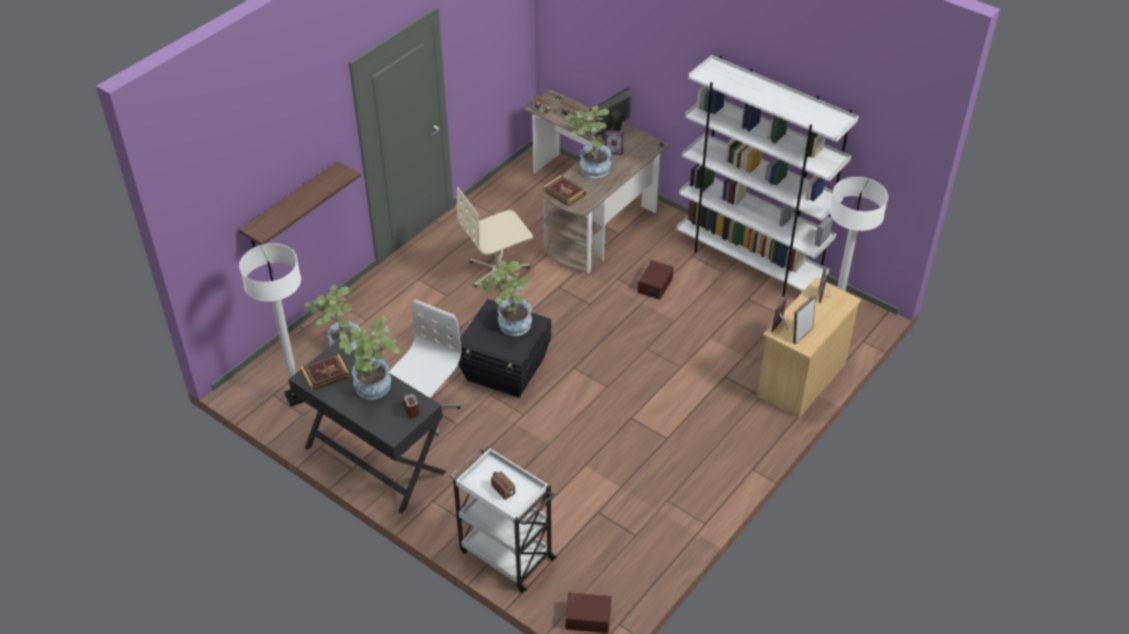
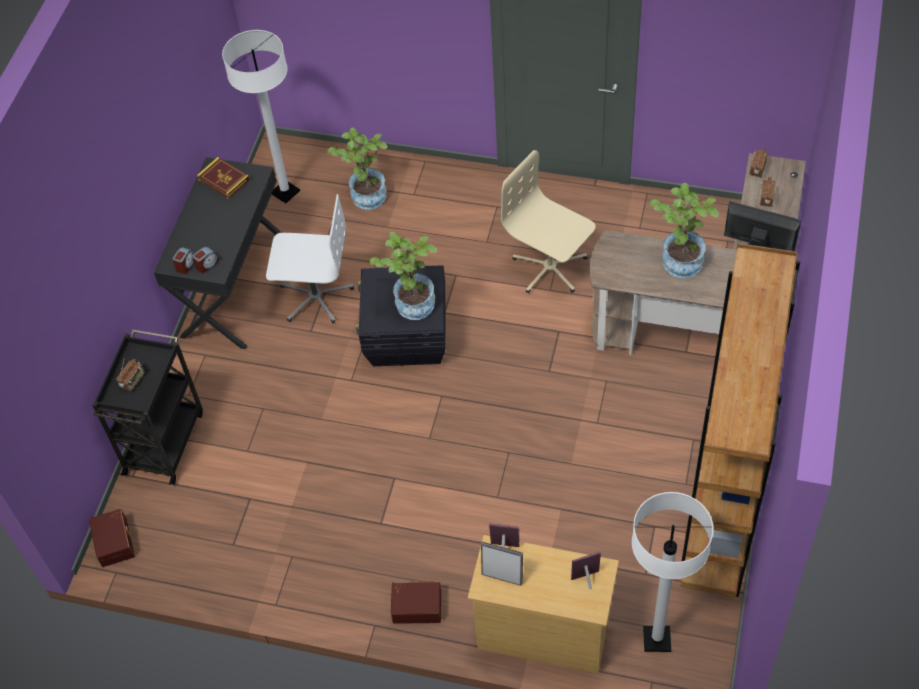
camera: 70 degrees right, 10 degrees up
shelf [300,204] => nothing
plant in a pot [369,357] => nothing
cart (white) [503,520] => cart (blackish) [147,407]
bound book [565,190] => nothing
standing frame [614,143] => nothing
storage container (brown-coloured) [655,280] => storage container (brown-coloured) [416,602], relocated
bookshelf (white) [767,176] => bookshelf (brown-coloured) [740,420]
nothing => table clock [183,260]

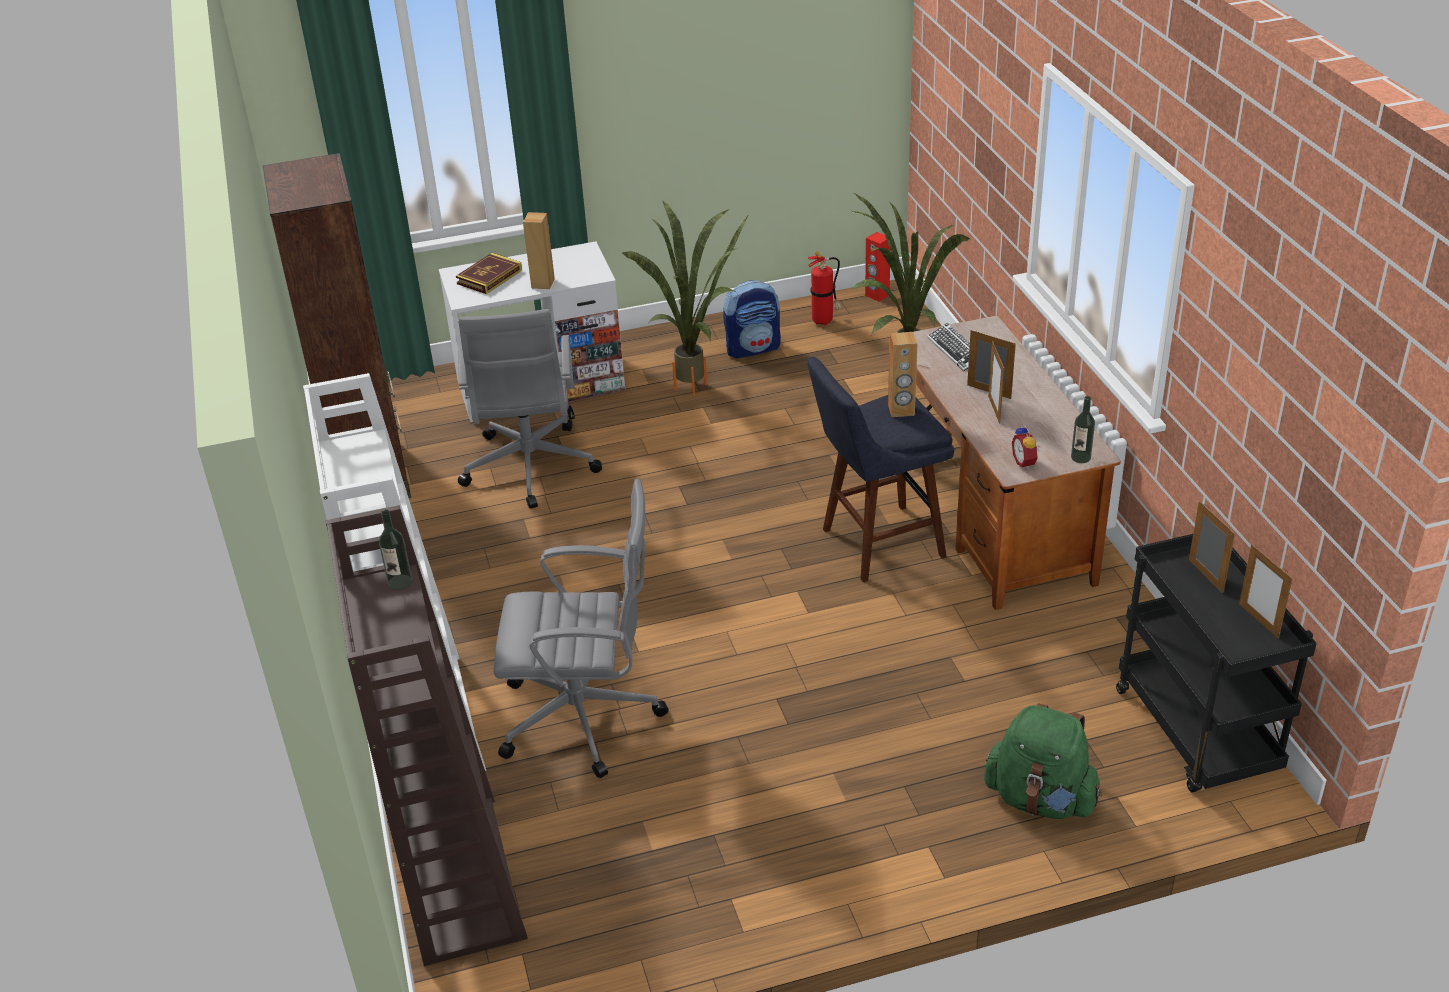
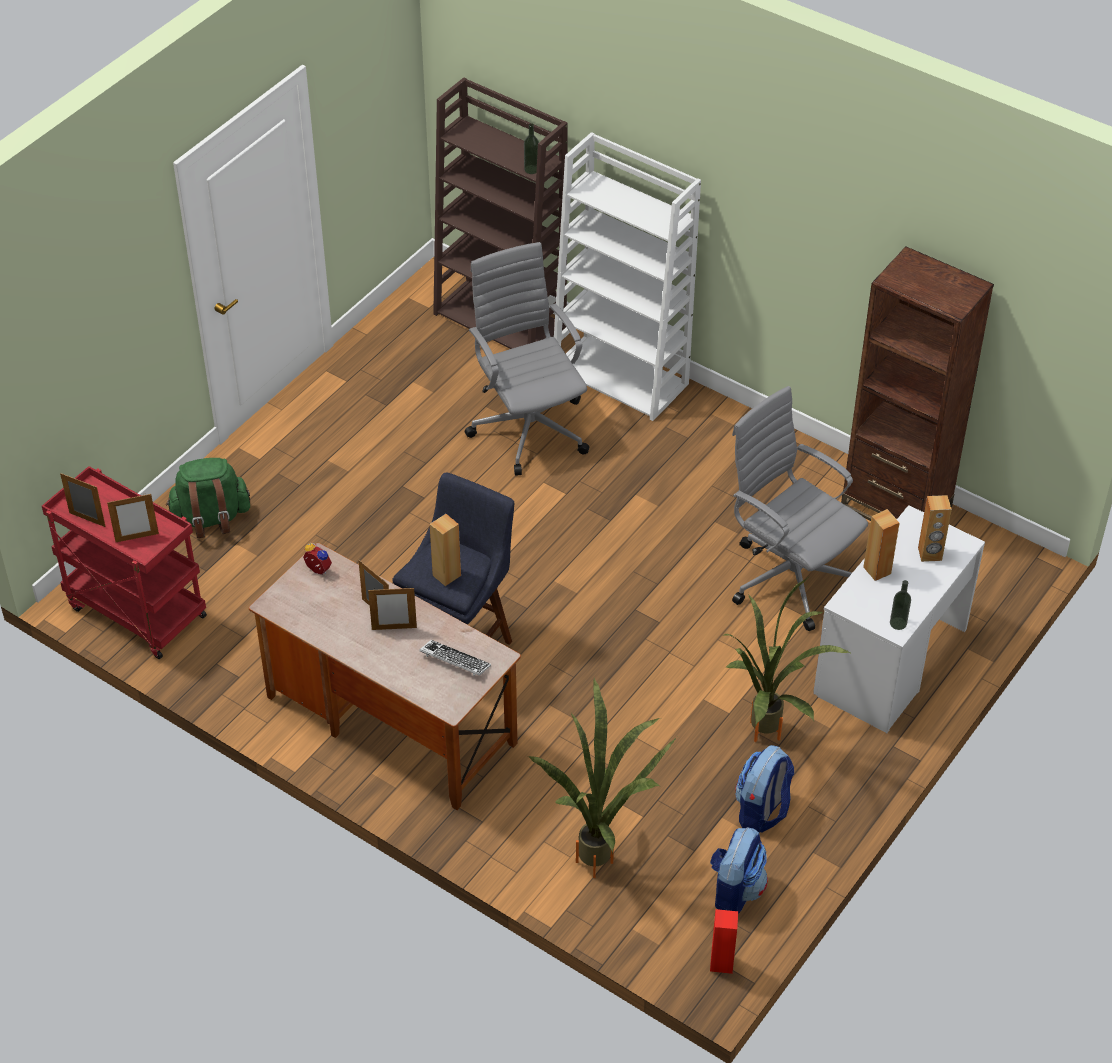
camera: 140 degrees right, 10 degrees up
bound book [489,273] => speaker (brown-coloured) [935,528]
office chair (gray) [581,628] => office chair (gray) [527,358], 105 degrees clockwise
fire-fighting cylinder [824,288] => knapsack [739,870]
drink bottle [1083,429] => drink bottle [900,605], relocated
cart (blackish) [1216,663] => cart (red-coloured) [124,562]
standing frame [1212,547] => standing frame [133,517], 45 degrees counterclockwise

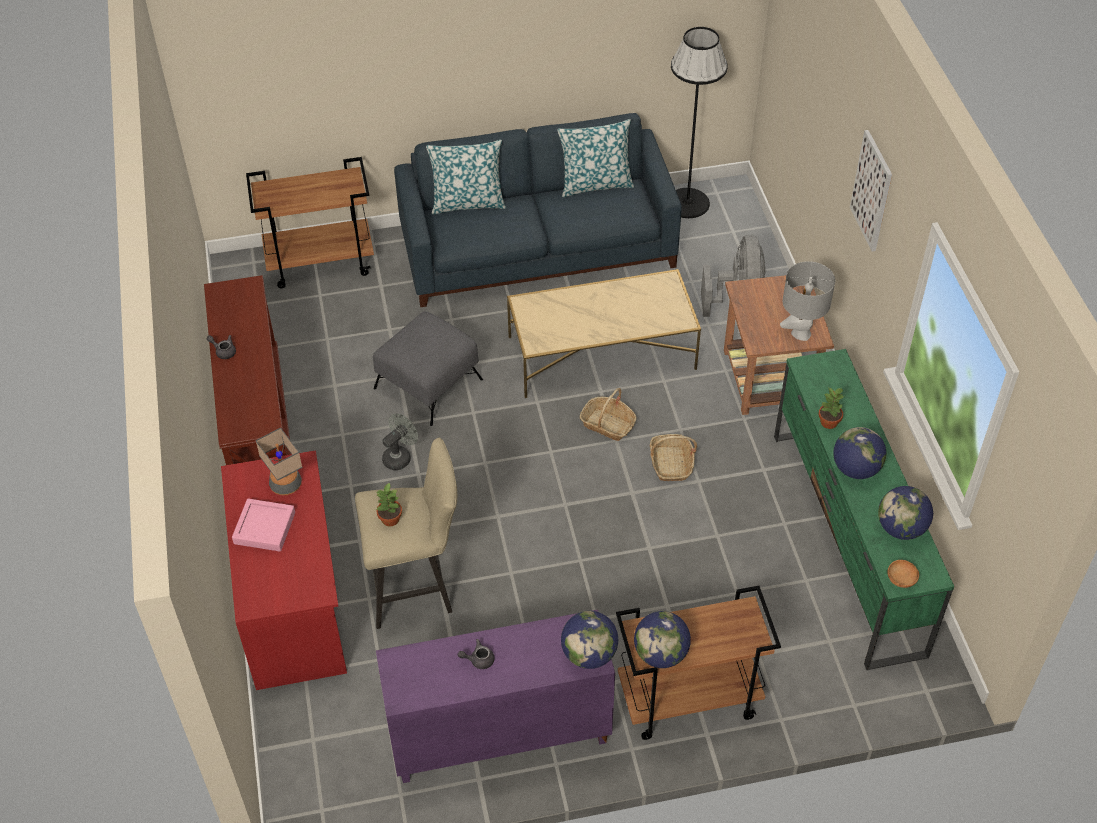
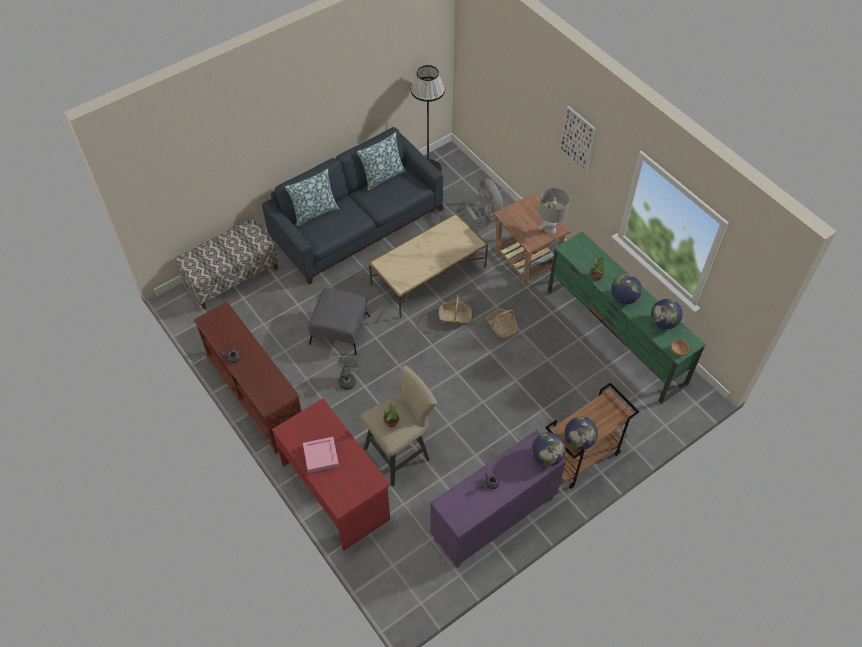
camera: 25 degrees left, 5 degrees up
cart (brown-coloured) [310,222] => indoor bench [227,263]
tabletop lamp [279,461] => nothing

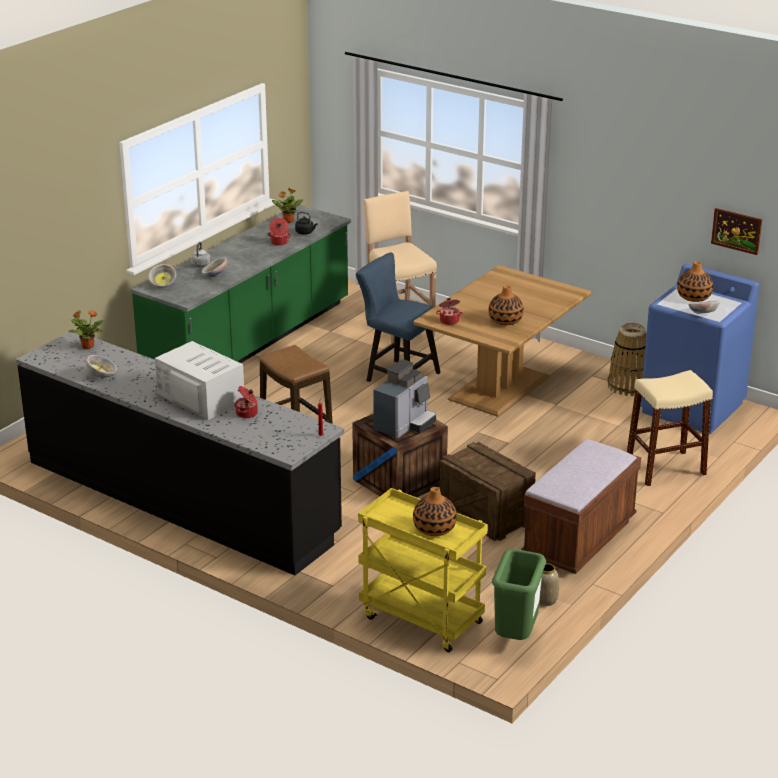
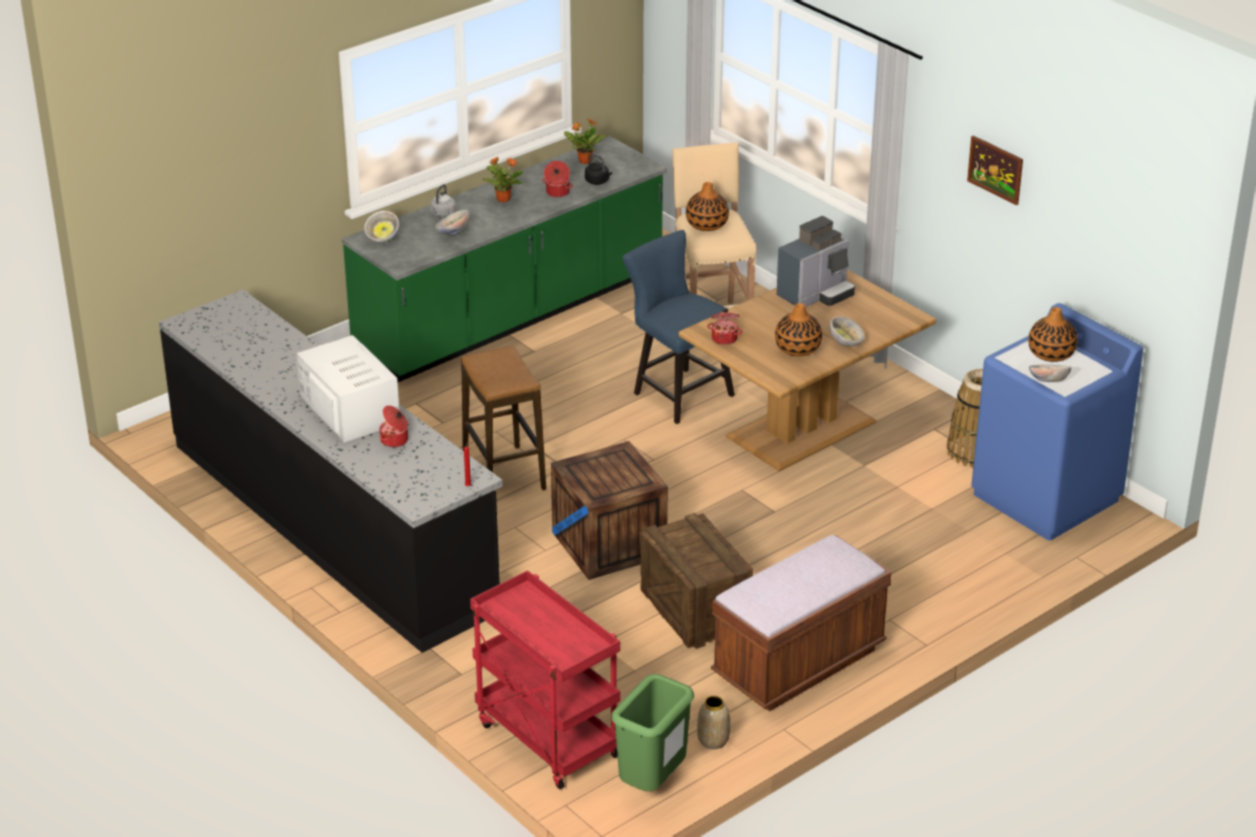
camera: 15 degrees right, 5 degrees up
plant in a pot [85,329] => plant in a pot [503,179], relocated
deep dish [101,366] => deep dish [847,331], relocated
cart (yellow) [423,570] => cart (red-coloured) [545,679]
coffee maker [404,398] => coffee maker [816,261], relocated
vase [435,511] => vase [707,206], relocated
stool (sand-coloured) [670,428] => nothing
wall art [736,231] => wall art [995,170], relocated

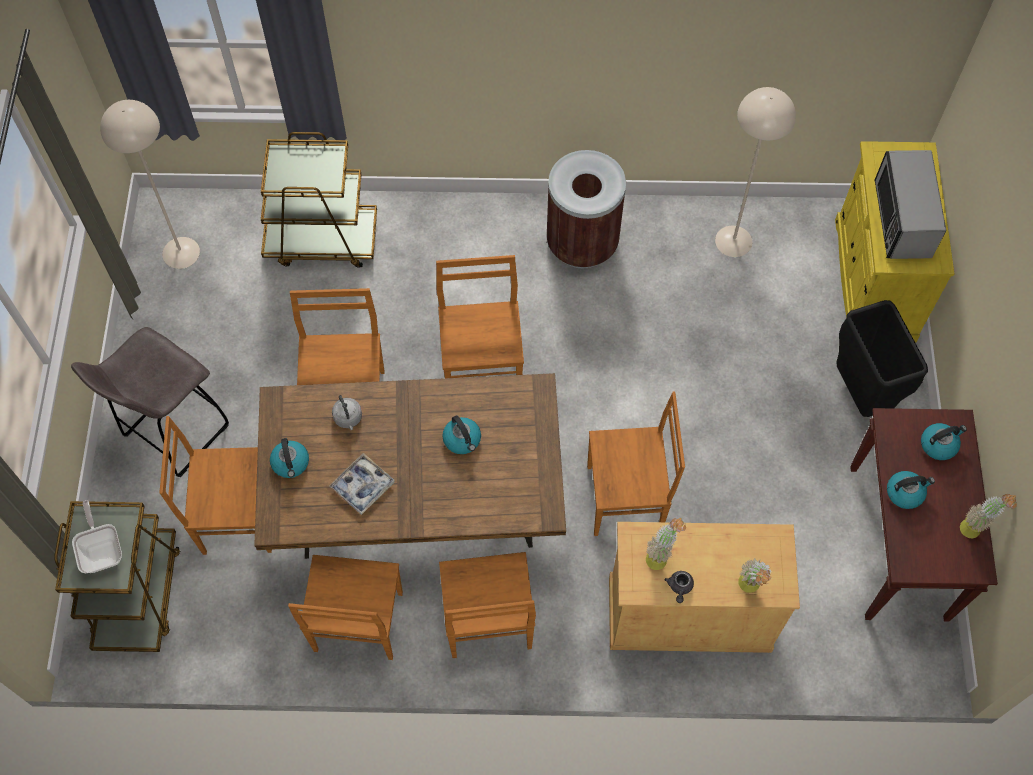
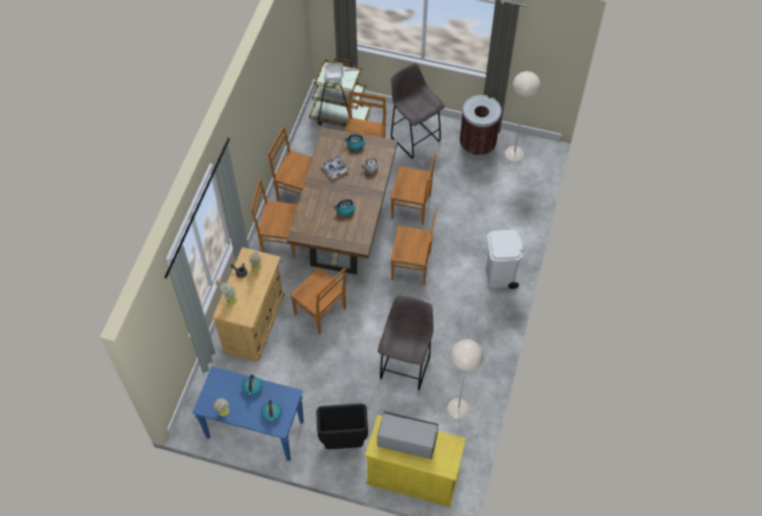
camera: 105 degrees right, 5 degrees down
cart (brown-coloured) [319,200] => nothing
rubbish bin (brown-coloured) [586,209] => rubbish bin (brown-coloured) [480,125], relocated
plain chair (brown-coloured) [636,464] => plain chair (brown-coloured) [318,300], 60 degrees counterclockwise
narrow table (brown-coloured) [924,515] => narrow table (blue-coloured) [248,413]
nothing => stool (gray) [406,343]
nothing => rubbish bin (white) [505,259]

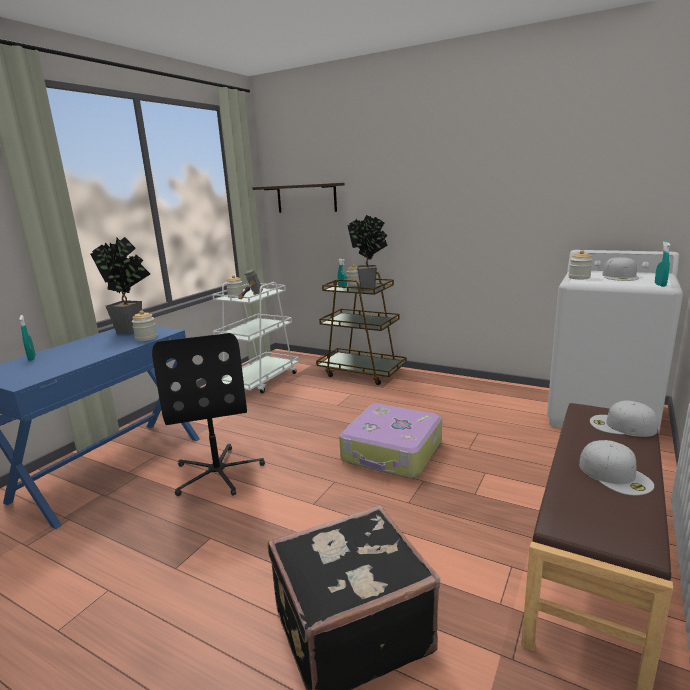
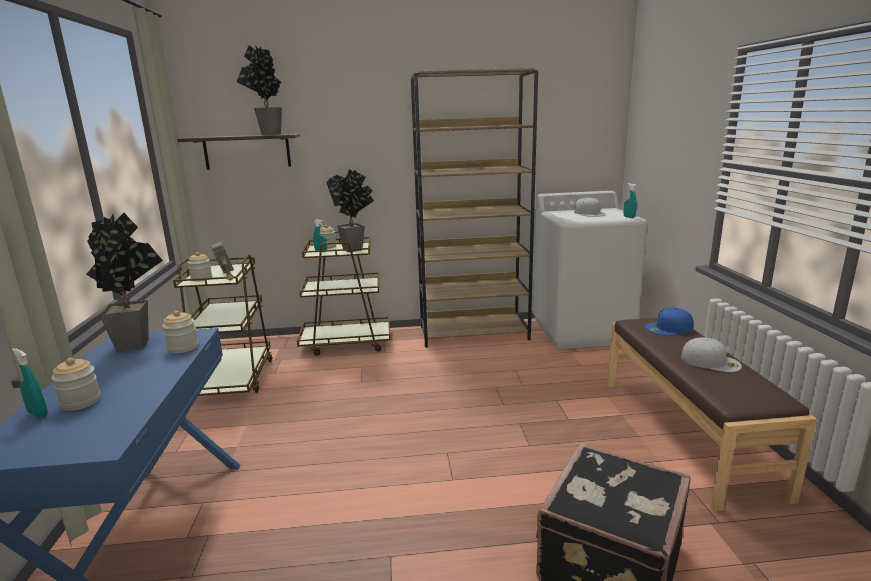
camera: 35 degrees left, 0 degrees up
office chair (blackish) [208,414] => nothing
cart (white) [255,338] => cart (brown-coloured) [223,325]
suitcase [390,440] => nothing
preserve jar [580,264] => preserve jar [76,384], relocated
cap (white) [624,418] => cap (blue-coloured) [669,321]
nothing => plant in a pot [259,90]
nothing => bookshelf (brown-coloured) [474,208]

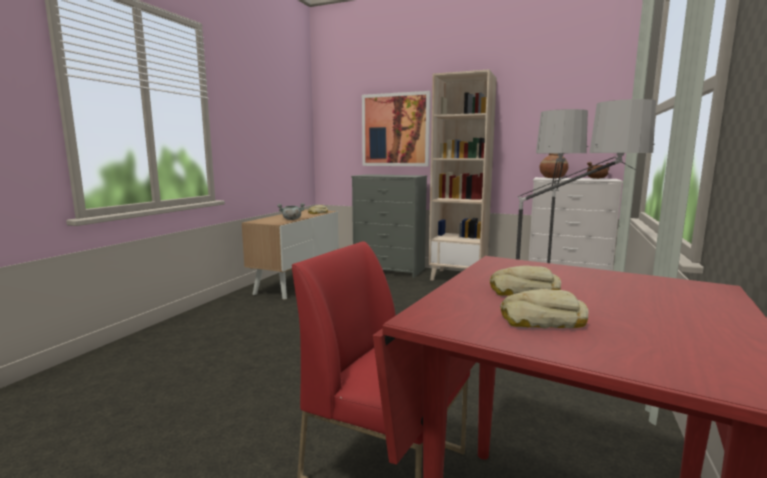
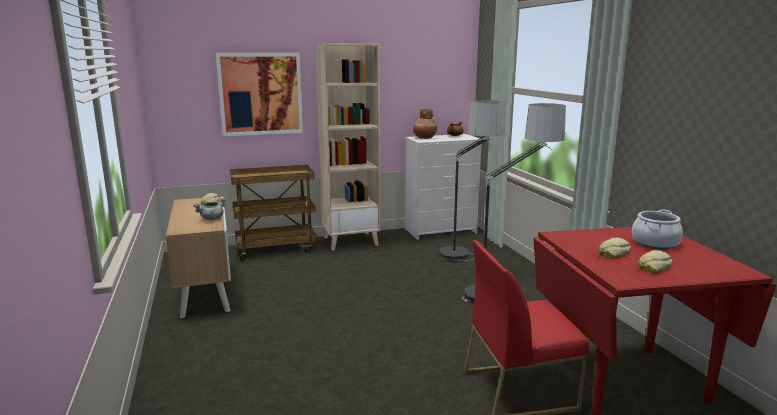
camera: 40 degrees left, 5 degrees up
drawer chest (gray) [389,226] => cart (brown-coloured) [273,212]
nothing => stockpot [657,229]

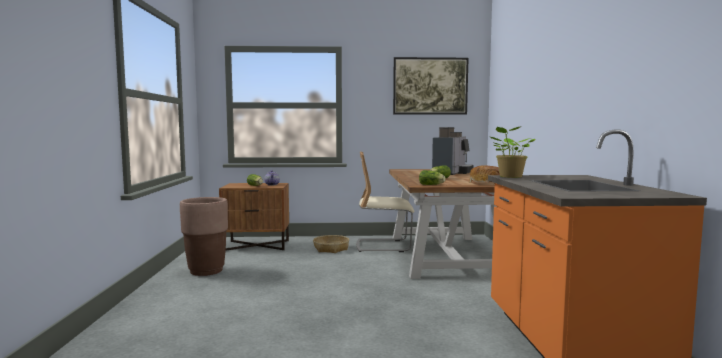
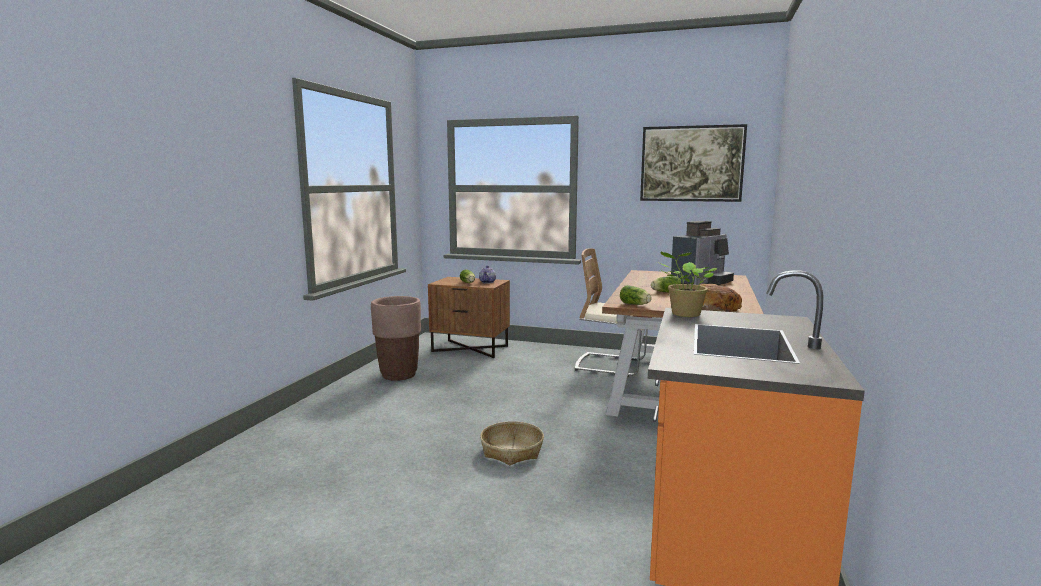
camera: 20 degrees right, 5 degrees up
storage basket [331,244] => storage basket [512,443], relocated

